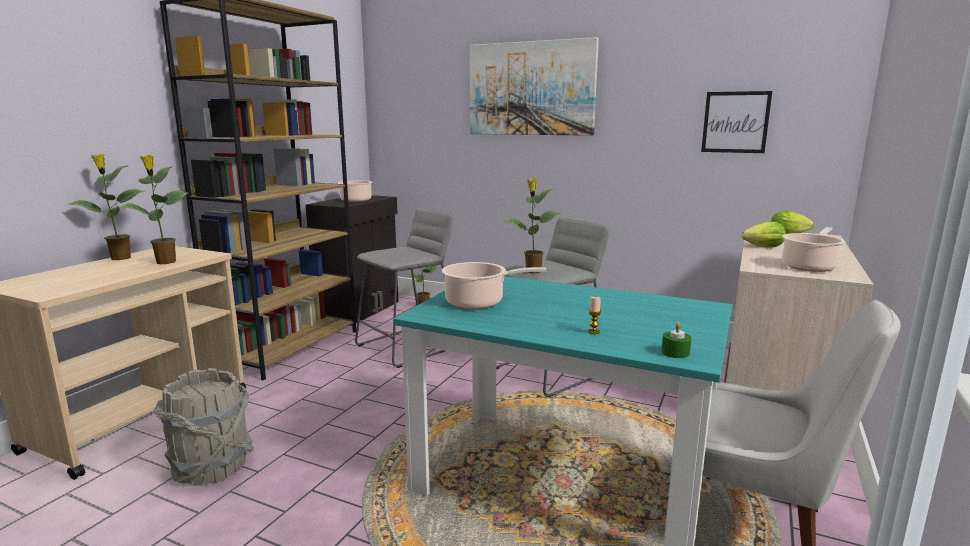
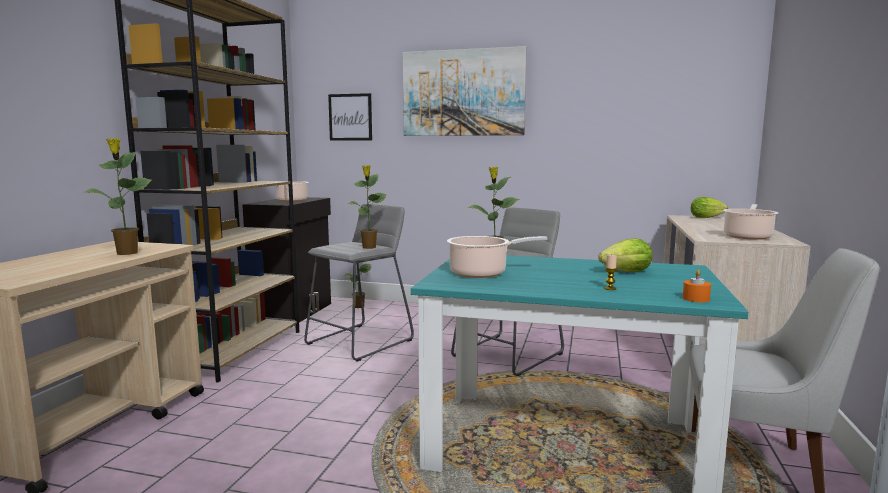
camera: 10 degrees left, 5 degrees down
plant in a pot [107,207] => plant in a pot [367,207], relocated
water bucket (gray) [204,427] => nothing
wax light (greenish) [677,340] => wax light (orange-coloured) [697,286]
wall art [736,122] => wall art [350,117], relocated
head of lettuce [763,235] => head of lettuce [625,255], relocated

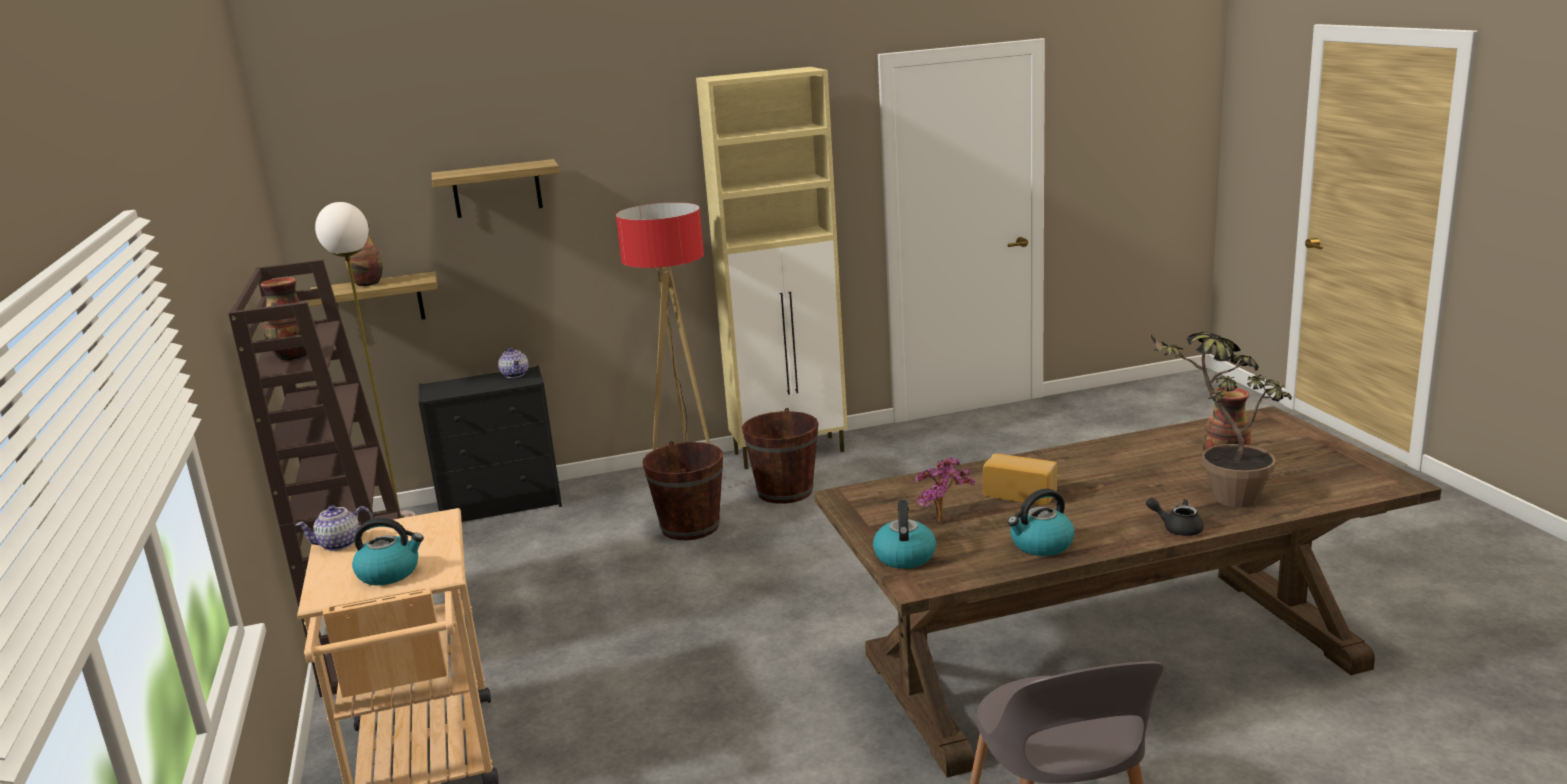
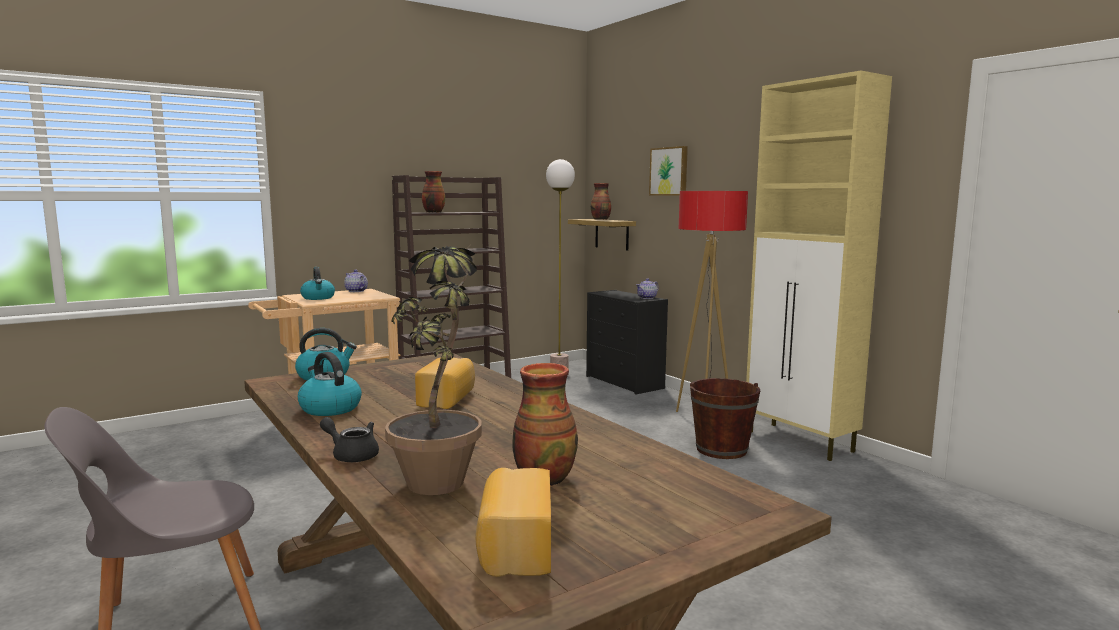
camera: 70 degrees right, 10 degrees down
shelf [496,188] => wall art [668,171]
water bucket (brown-coloured) [683,490] => nothing
plant in a pot [945,489] => nothing
tea pot (blackish) [1175,517] => tea pot (blackish) [349,439], 75 degrees counterclockwise
nothing => baked bread [513,522]

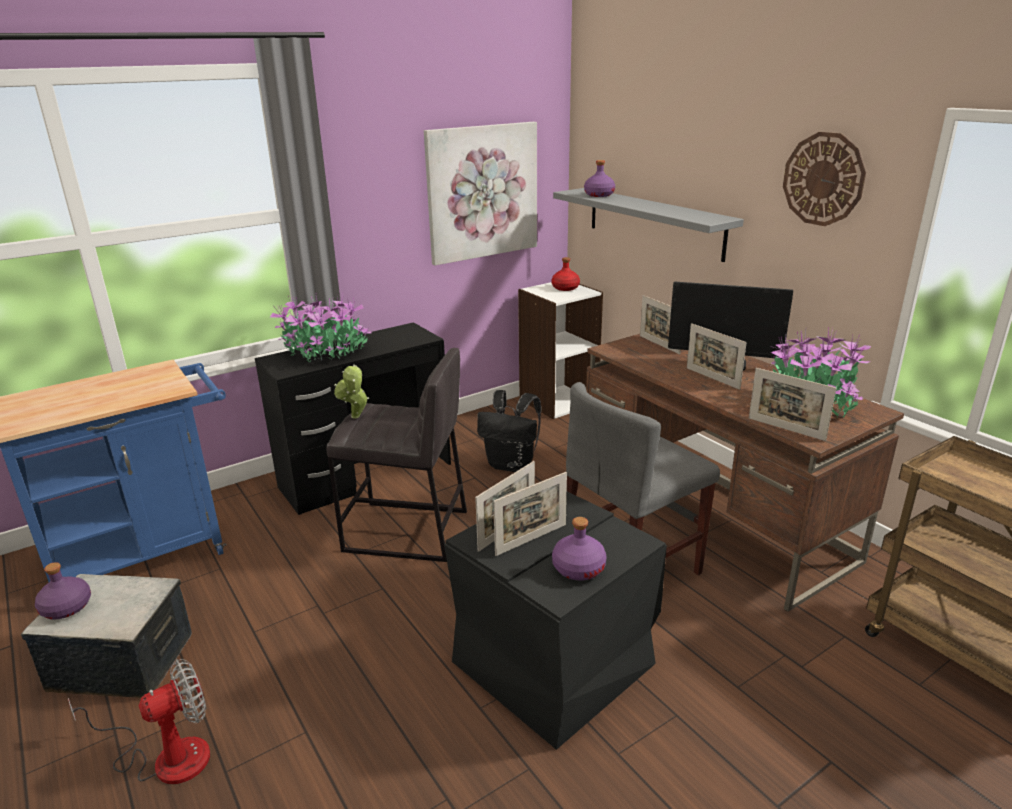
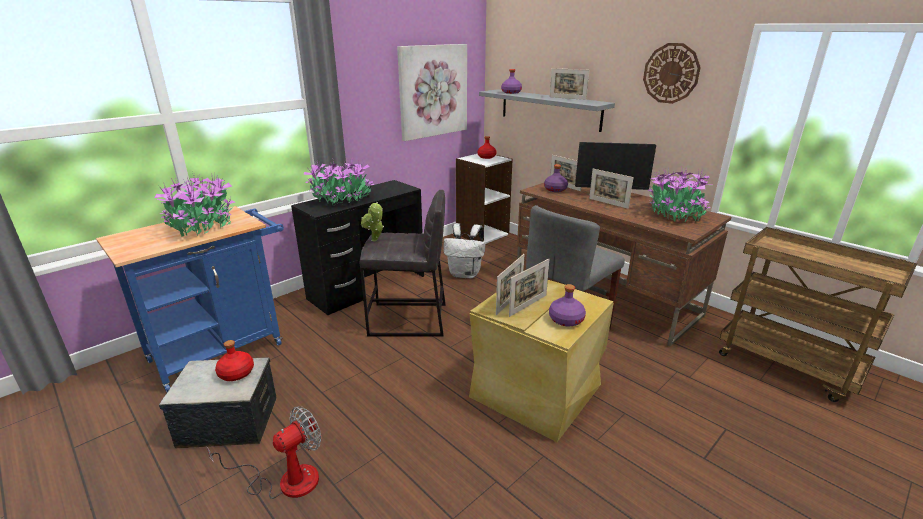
camera: 10 degrees left, 0 degrees up
drink bottle (purple-coloured) [63,590] => drink bottle (purple-coloured) [556,178], relocated
storage container (blackish) [555,621] => storage container (sand-coloured) [541,361]
knapsack (blackish) [509,431] => knapsack (white) [464,250]
standing frame [792,404] => standing frame [570,84], relocated
nothing => plant in a pot [195,204]
nothing => drink bottle (red-coloured) [234,360]

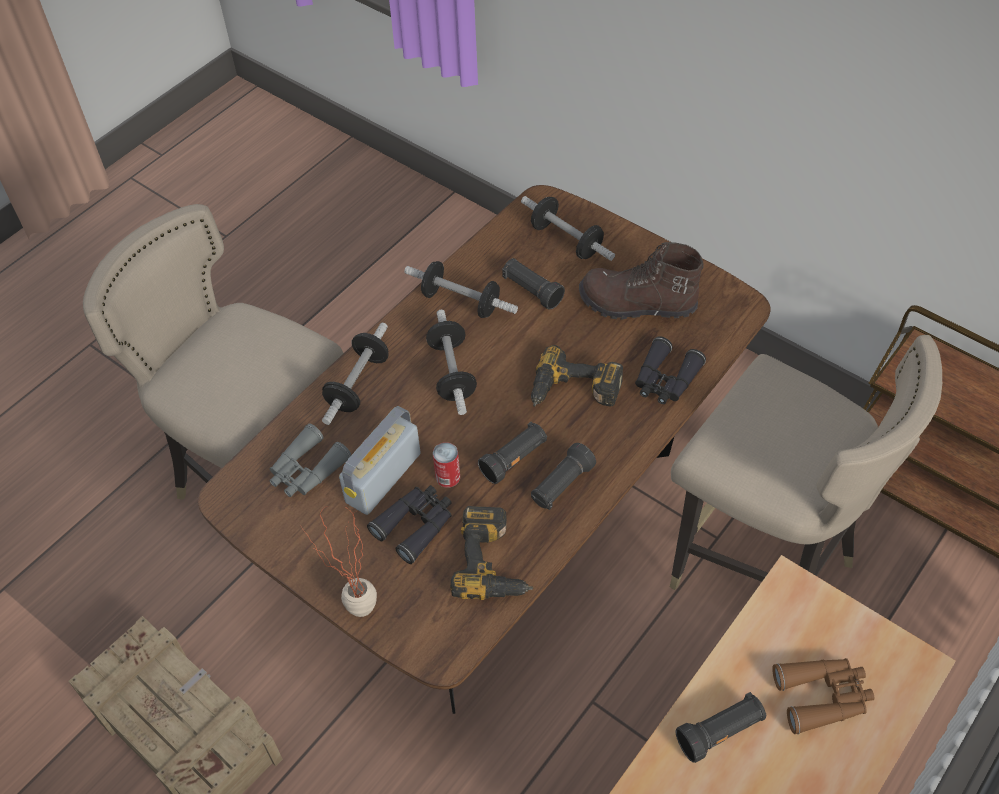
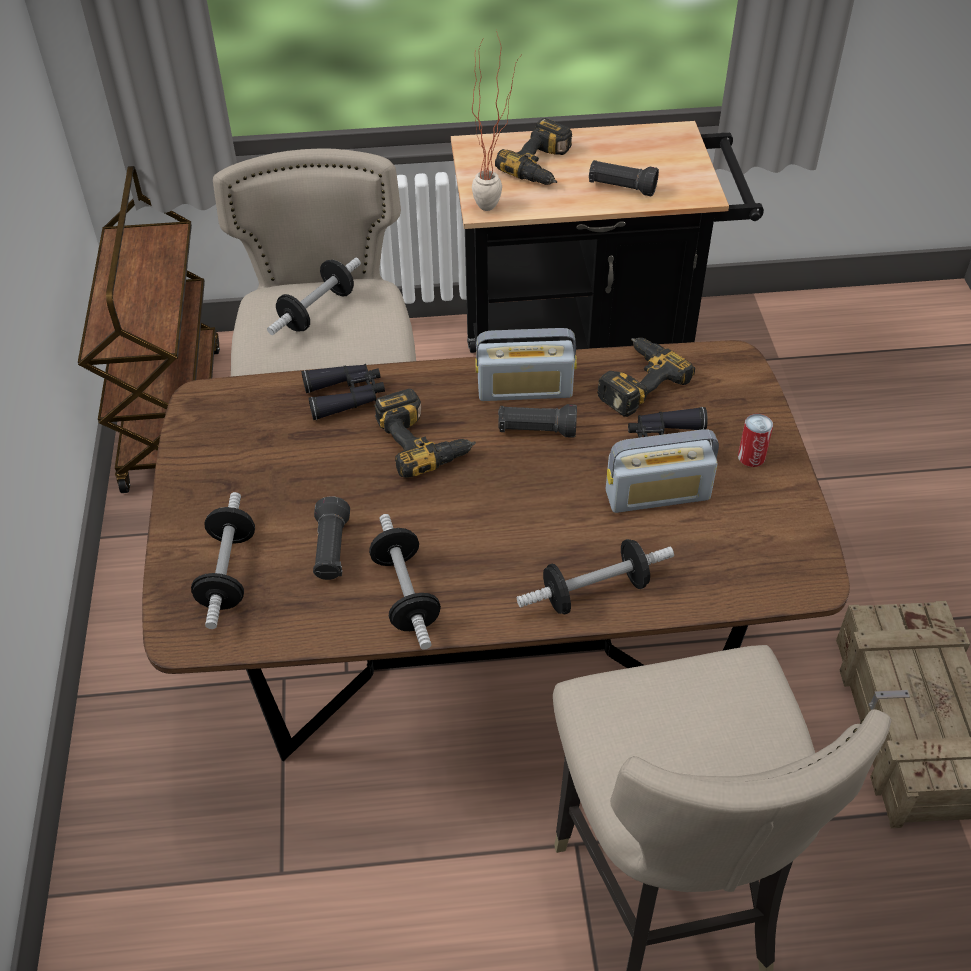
camera: 135 degrees left, 5 degrees down
binoculars (gray) [310,460] => nothing
plant in a pot [339,561] => plant in a pot [496,121], relocated
hand weight [451,362] => hand weight [314,296], relocated
sealed can [446,465] => sealed can [755,440], relocated
hand torch (blackish) [563,476] => radio [526,364]
boot (brown-coloured) [641,281] => nothing
binoculars (brown-coloured) [823,696] => drill [533,151]

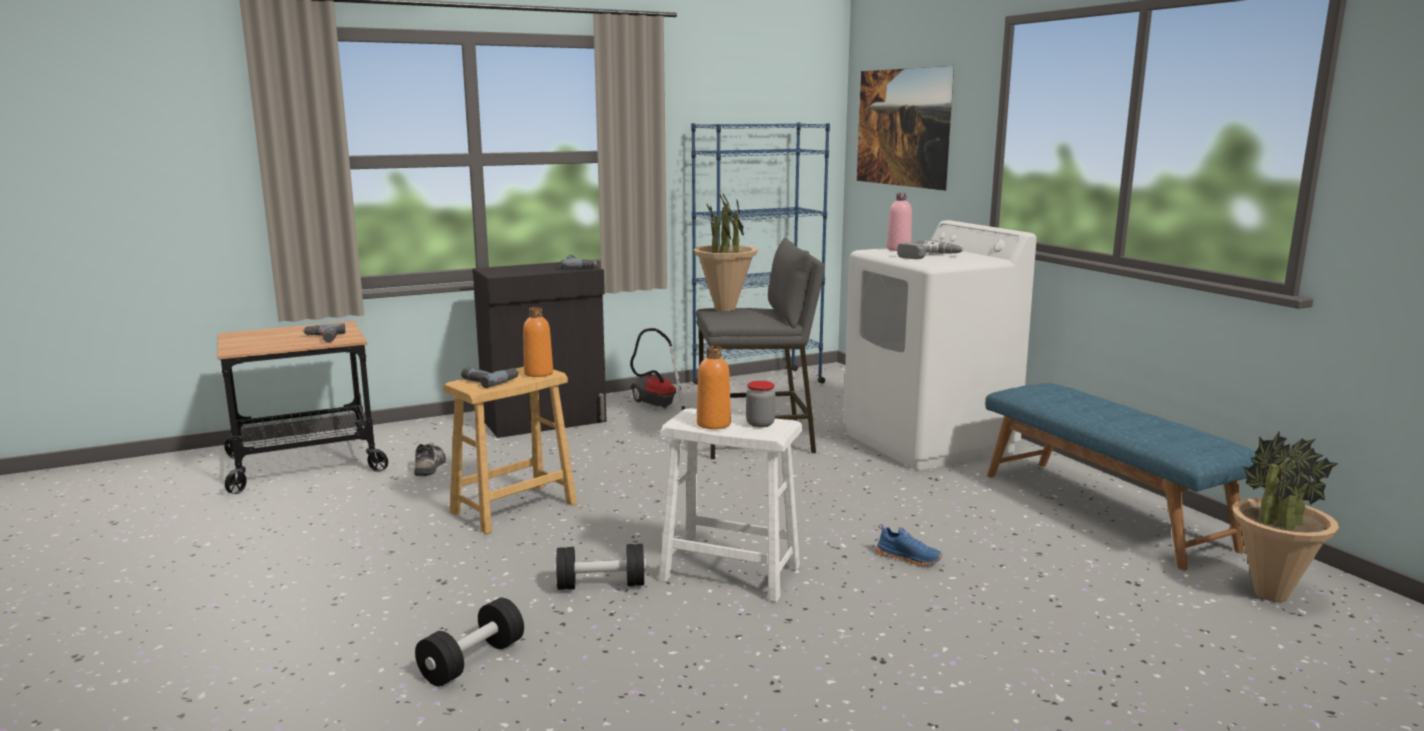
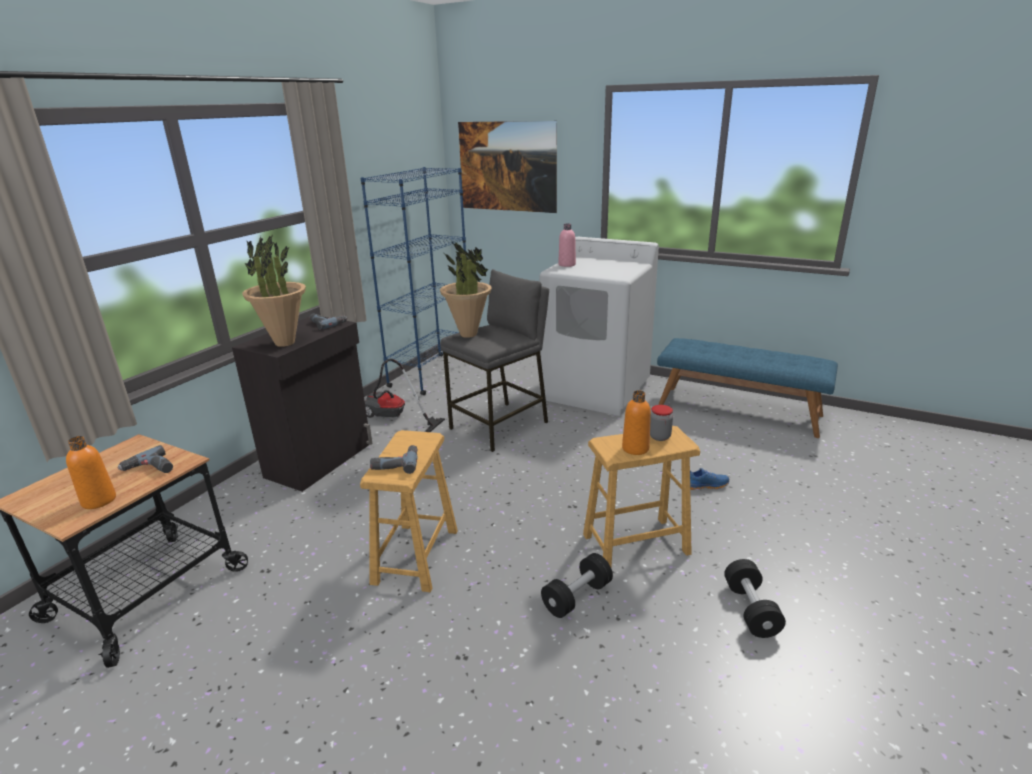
camera: 35 degrees left, 10 degrees up
low shoe [430,459] => nothing
hand weight (blackish) [469,642] => hand weight (blackish) [755,598], relocated
drink bottle (orange-coloured) [538,342] => drink bottle (orange-coloured) [91,472], relocated
stool (white) [730,505] => stool (brown-coloured) [641,496]
drill [930,249] => nothing
plant in a pot [1286,517] => plant in a pot [274,290], relocated

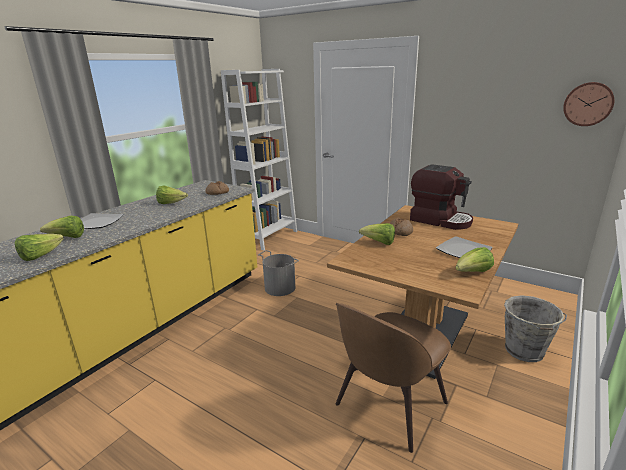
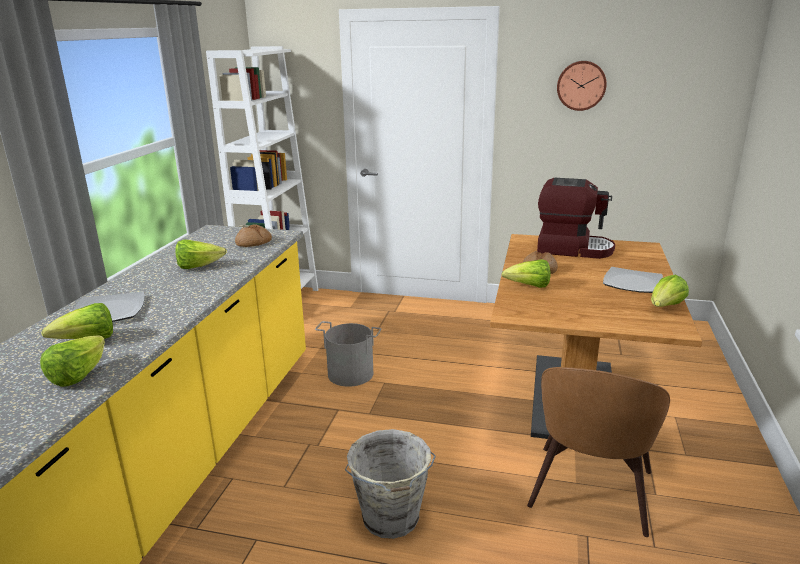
camera: 20 degrees left, 0 degrees up
water bucket (gray) [535,328] => water bucket (gray) [390,484], relocated
hanging clock [588,104] => hanging clock [582,86], relocated

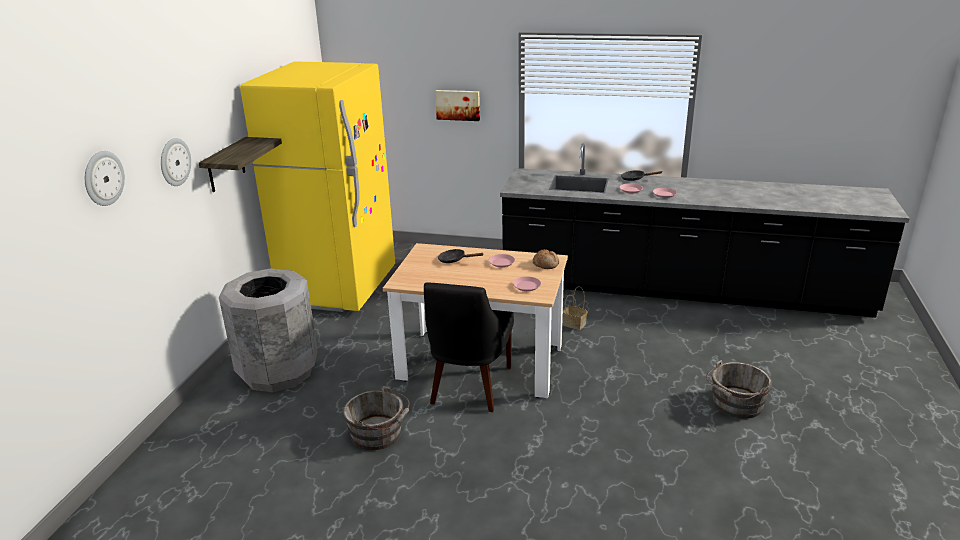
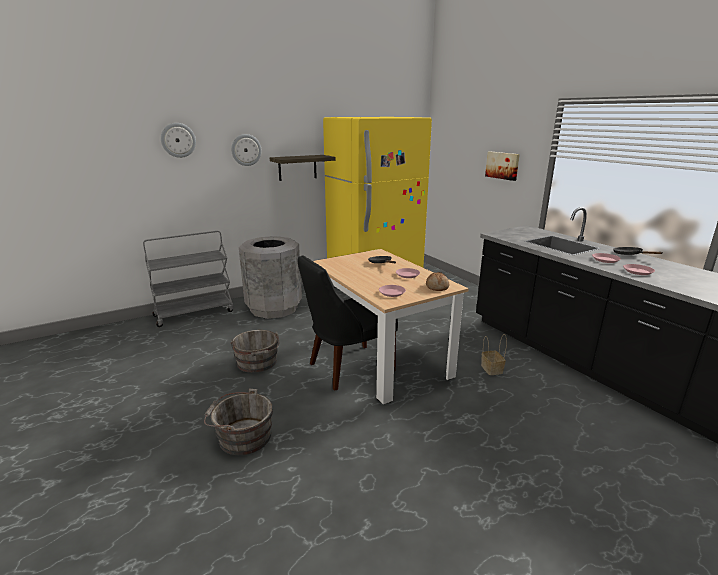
camera: 45 degrees right, 5 degrees down
water bucket (gray) [739,389] => water bucket (gray) [238,422], relocated
nothing => cart (gray) [188,279]

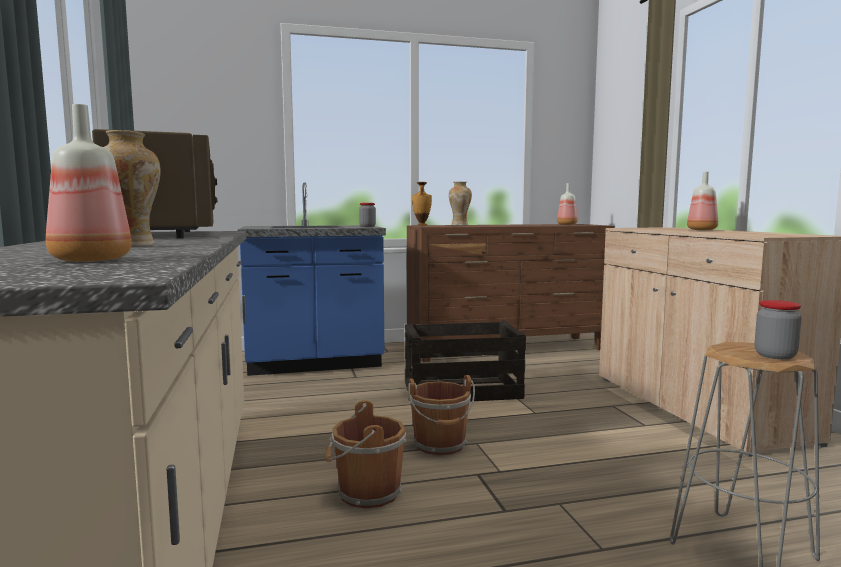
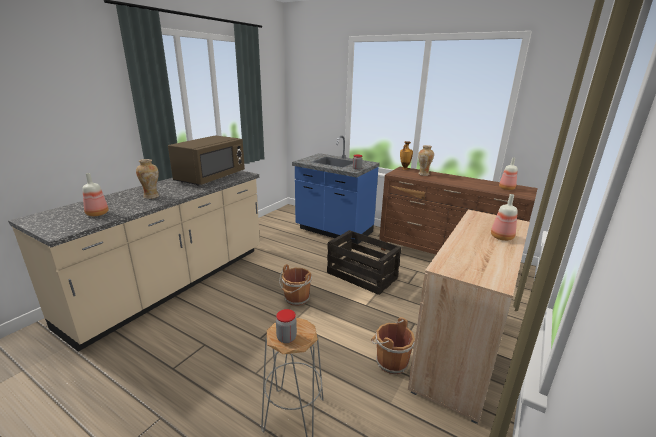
camera: 45 degrees right, 15 degrees up
water bucket (brown-coloured) [365,454] => water bucket (brown-coloured) [393,345], relocated

